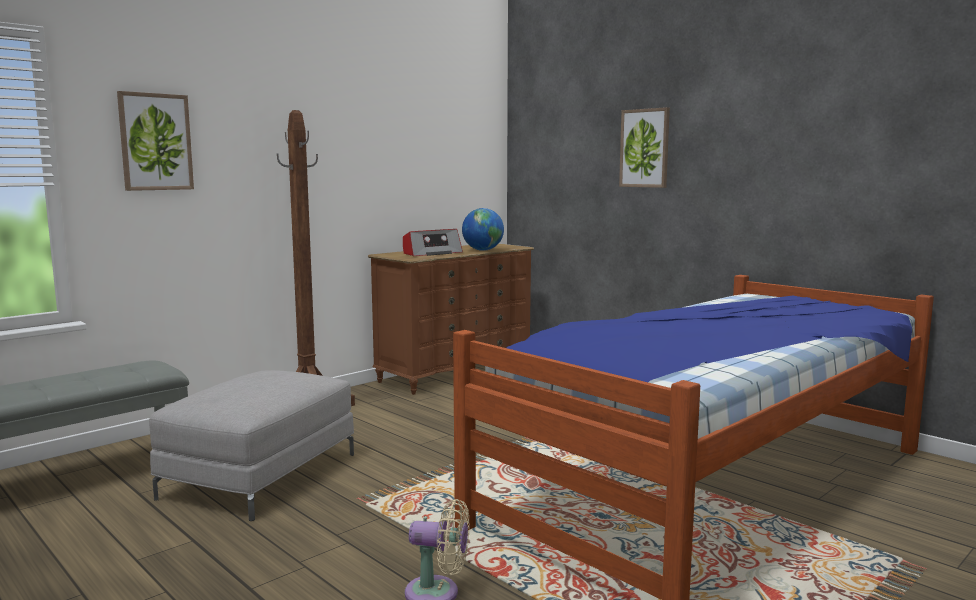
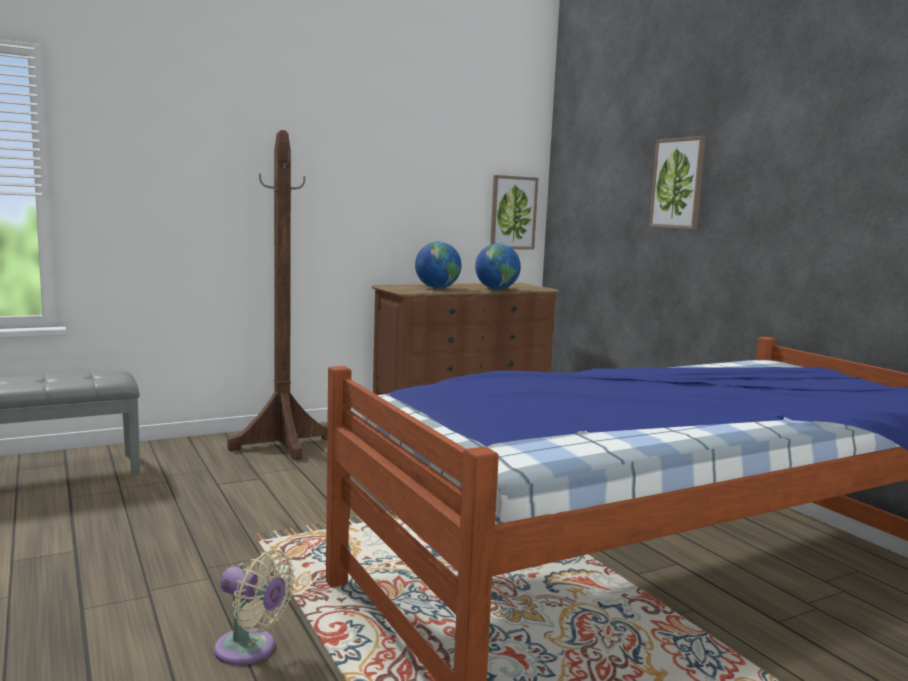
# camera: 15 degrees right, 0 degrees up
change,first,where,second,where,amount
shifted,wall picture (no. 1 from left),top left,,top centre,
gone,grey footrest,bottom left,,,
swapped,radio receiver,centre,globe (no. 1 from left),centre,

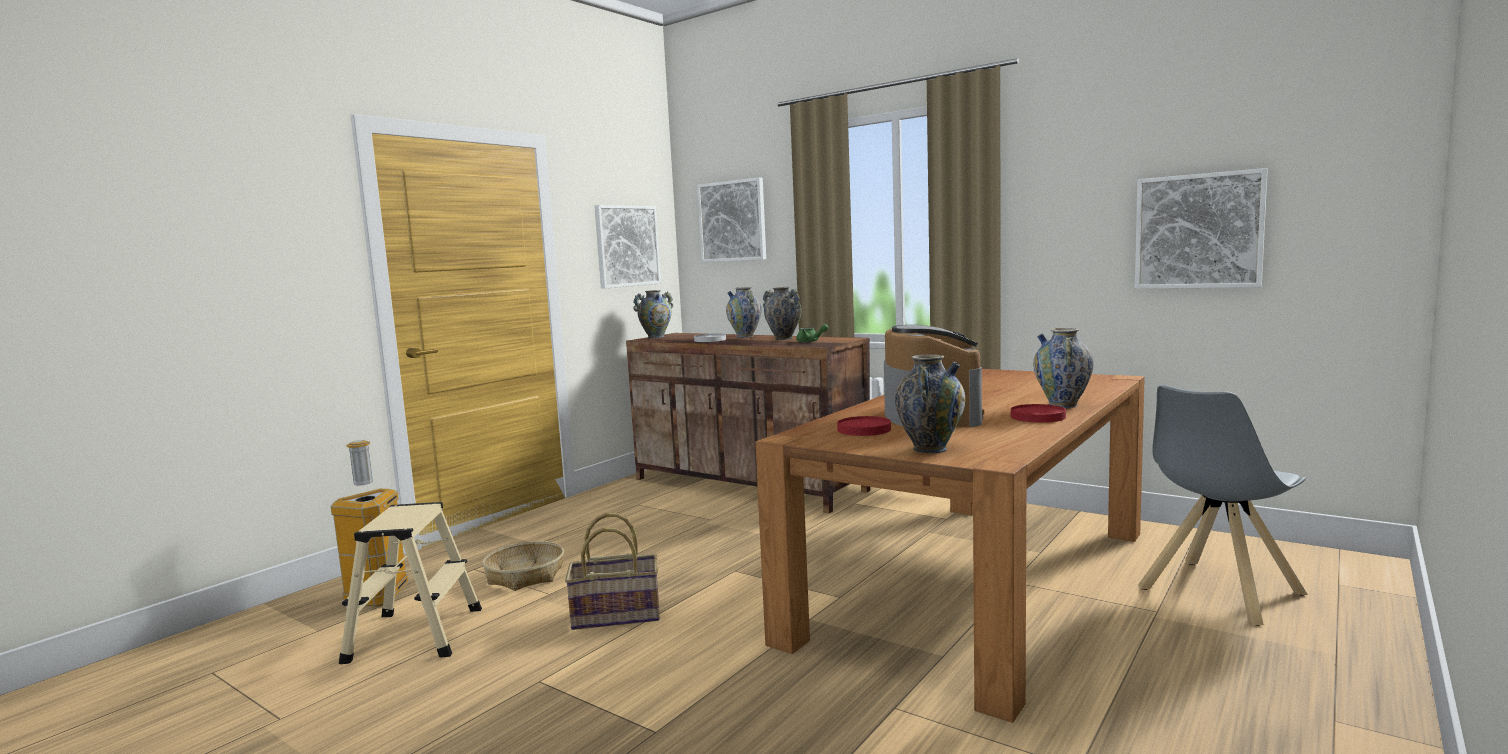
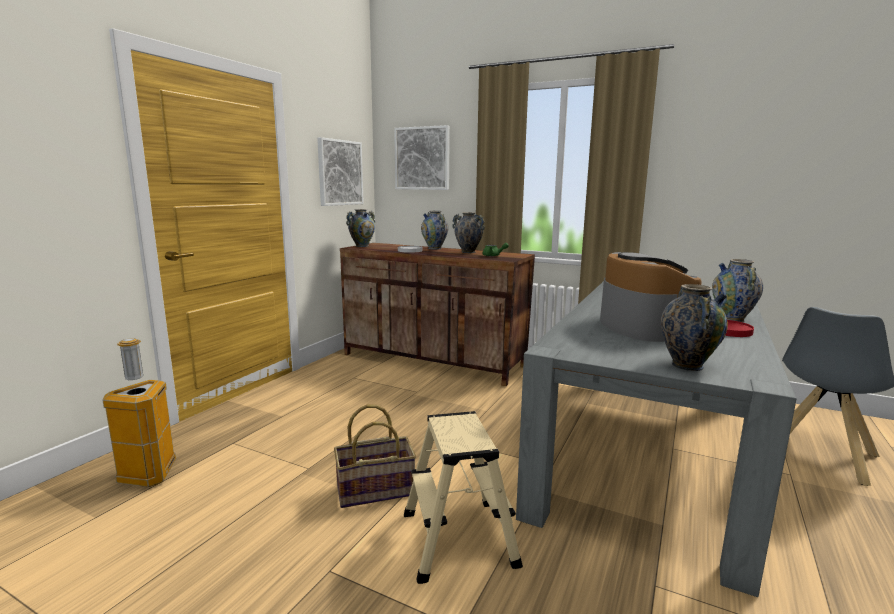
# camera: 10 degrees left, 5 degrees up
change,first,where,second,where,amount
shifted,beige step ladder,bottom left,,bottom centre,
gone,storage basket (no. 1 from left),bottom centre,,,
repainted,brownish dining table,bottom centre,grey dining table,bottom right,
gone,red flat dish (no. 1 from left),centre,,,
gone,wall picture (no. 3 from left),top right,,,

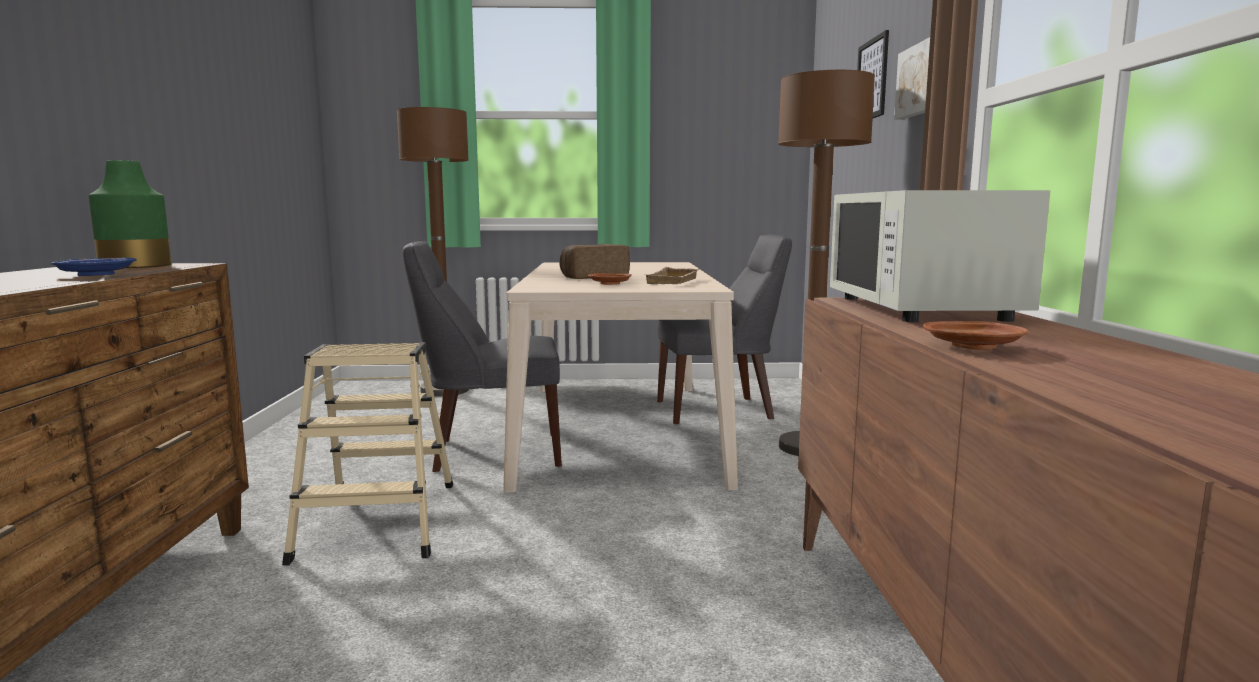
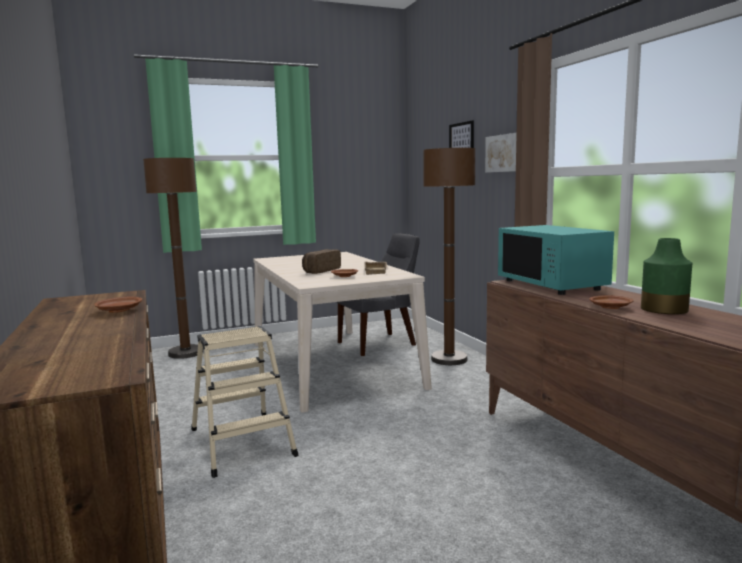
# camera: 20 degrees left, 0 degrees up
change,first,where,second,where,amount
repainted,blue-coloured flat dish,middle left,brownish flat dish (no. 1 from left),middle left,
shifted,green-coloured vase,top left,,middle right,
gone,grey upright chair (no. 1 from left),centre,,,
repainted,white-coloured kitchen microwave,middle right,blue-green kitchen microwave,middle right,

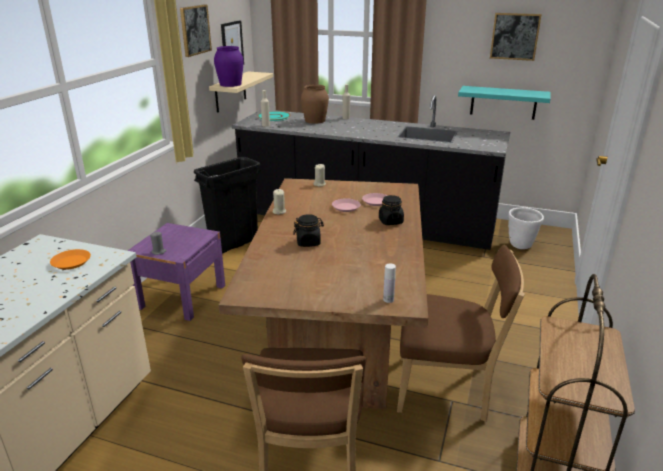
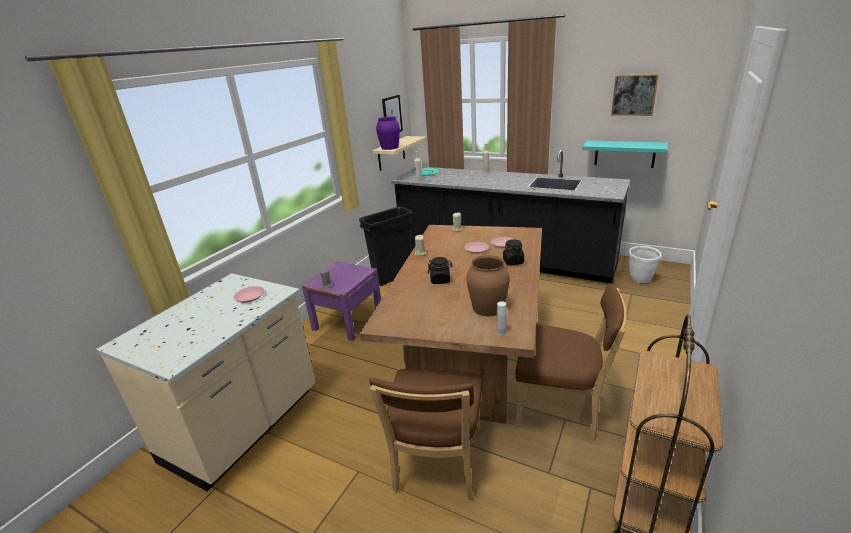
# camera: 10 degrees right, 0 degrees up
change,first,where,second,where,amount
repainted,orange flat dish,middle left,pink-coloured flat dish (no. 1 from left),middle left,
gone,wall picture (no. 1 from left),top left,,,
shifted,brownish vase,top centre,,centre,

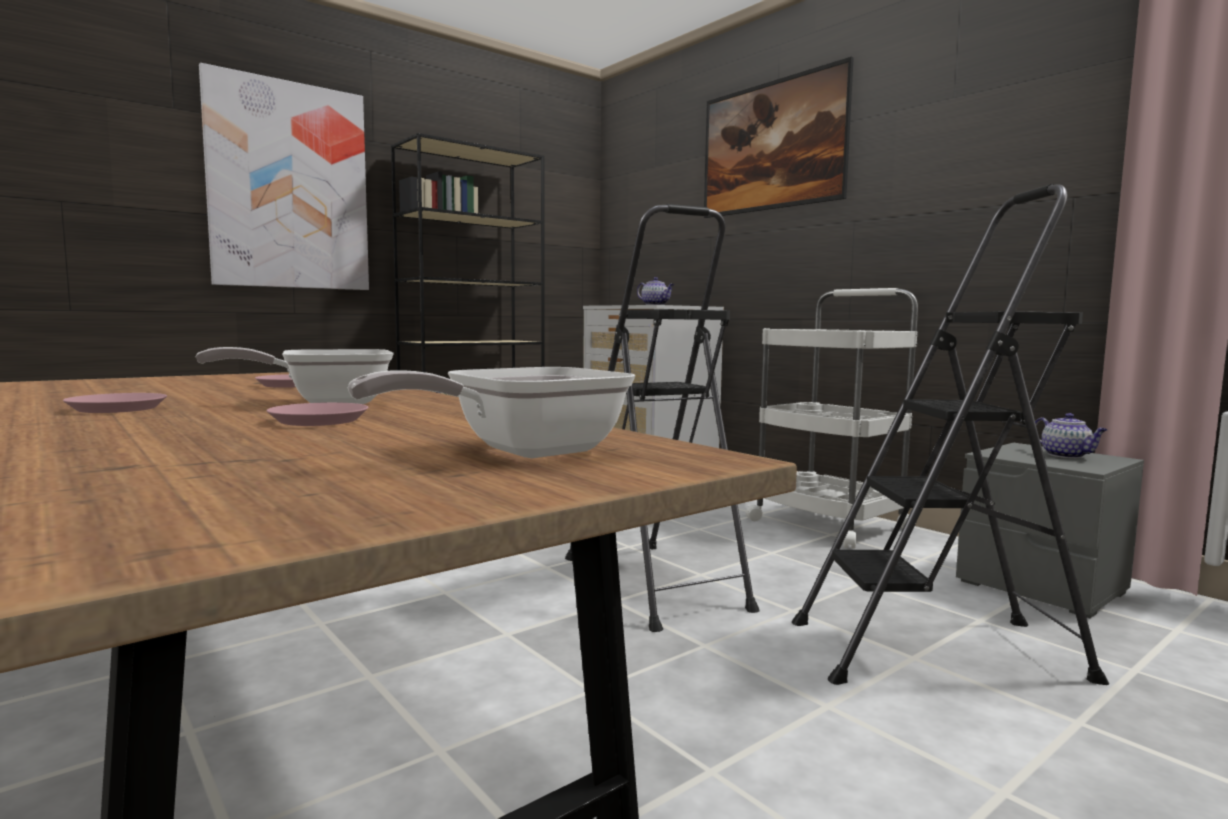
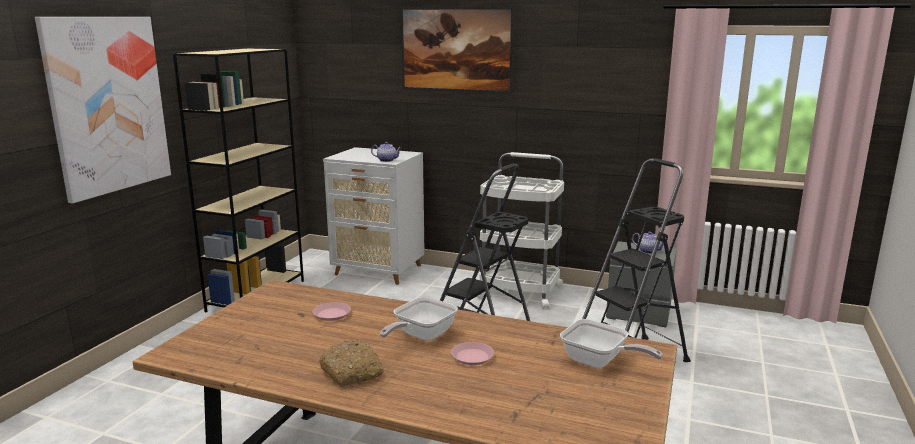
# camera: 30 degrees left, 10 degrees up
change,first,where,second,where,amount
swapped,pink-coloured flat dish (no. 1 from left),middle left,bakery bread,bottom centre,
rotated,pan (no. 2 from left),centre,,bottom right,75 degrees counterclockwise

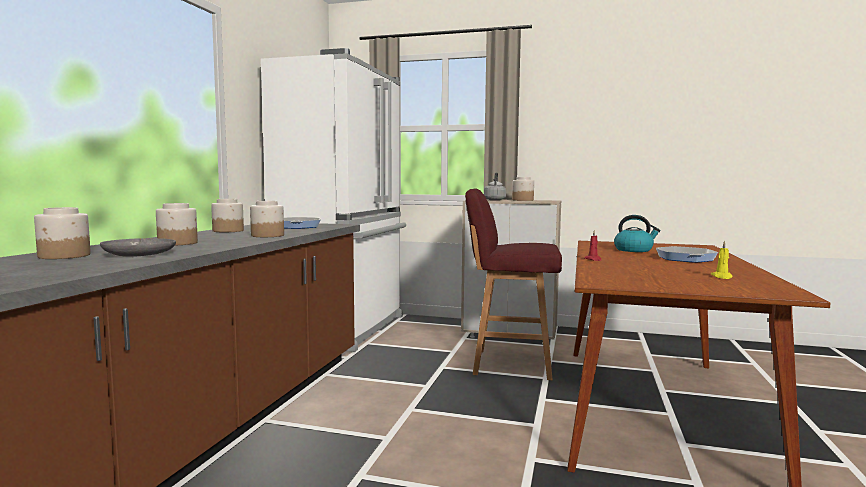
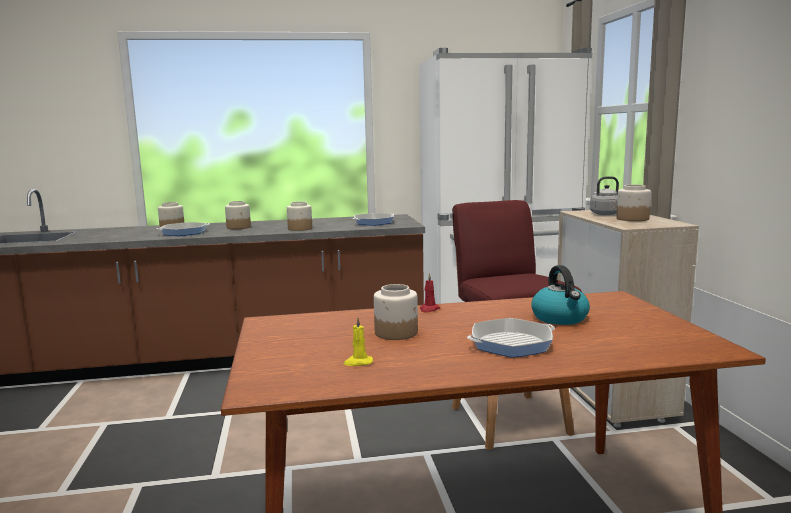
# camera: 65 degrees right, 5 degrees up
change,first,where,second,where,amount
swapped,grey flat dish,middle left,pan (no. 1 from left),middle left,
shifted,preserve jar (no. 3 from left in the first image),middle left,preserve jar (no. 4 from left),centre,

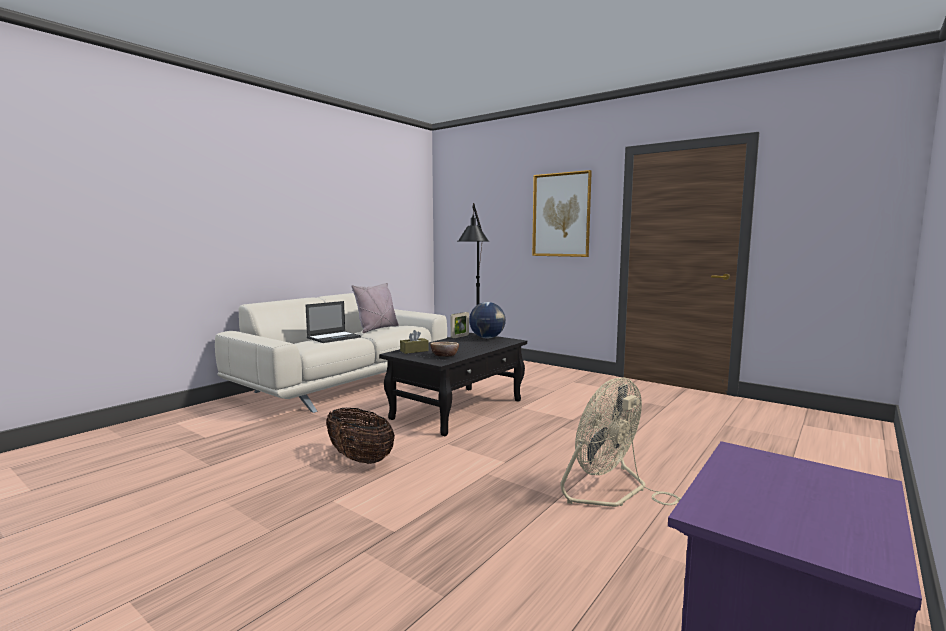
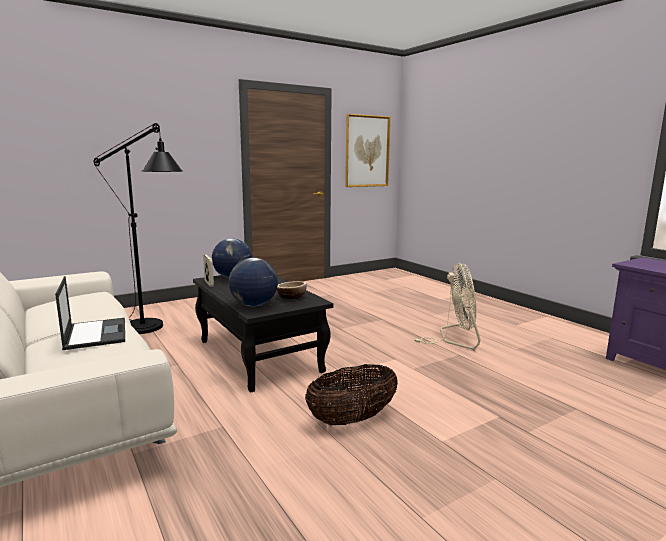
# camera: 70 degrees left, 5 degrees up
change,first,where,second,where,amount
gone,purplish pillow,centre,,,
swapped,brownish tissue holder,centre,globe (no. 2 from left),centre,
shifted,wall picture,centre,,top centre,
rotated,beige fan,bottom centre,,middle right,150 degrees counterclockwise

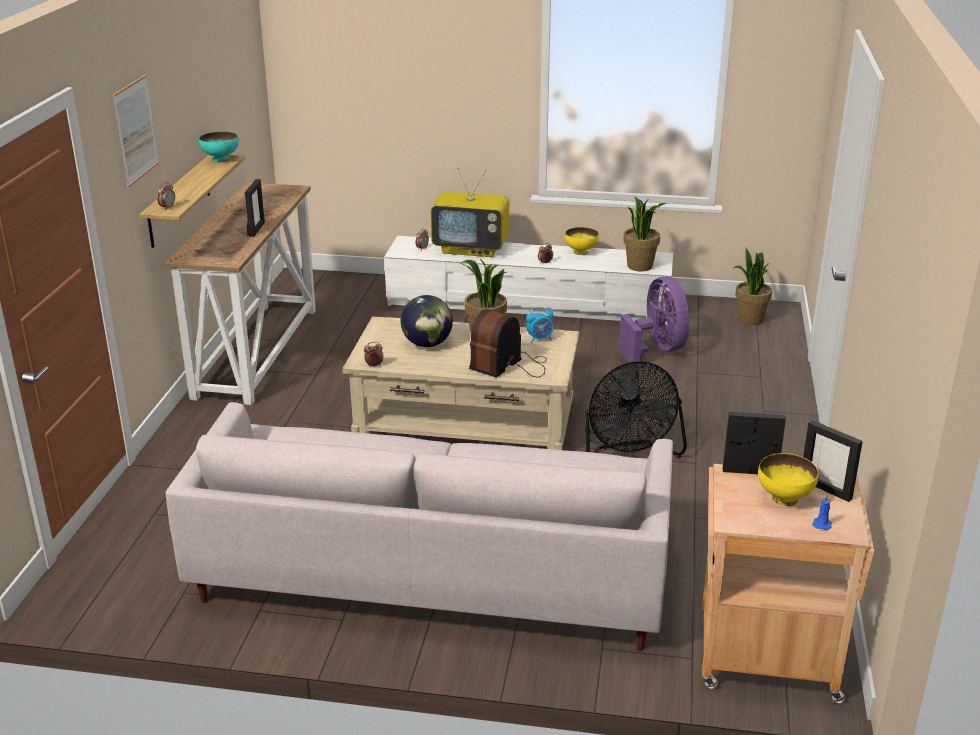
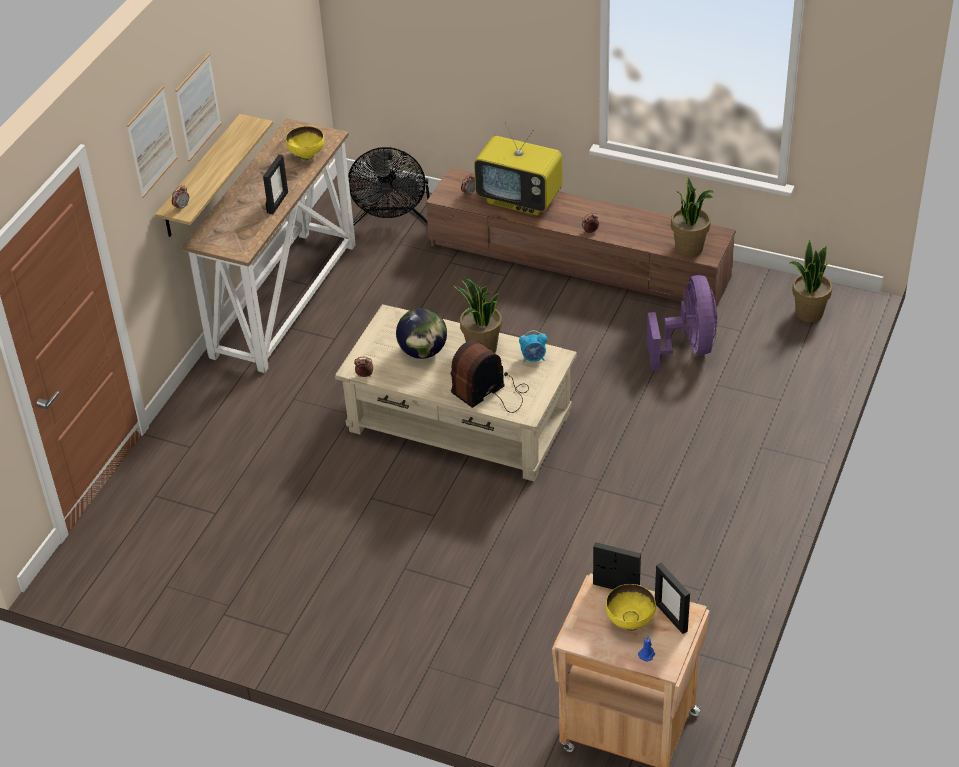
# camera: 15 degrees right, 15 degrees up
change,first,where,second,where,amount
gone,white-coloured sofa,bottom centre,,,
gone,blue-green bowl,top left,,,
repainted,white-coloured tv stand,centre,brownish tv stand,top centre,
shifted,yellow-coloured bowl (no. 1 from left),top centre,,top left,
shifted,black-coloured fan,centre,,top centre,
new,,,wall picture (no. 2 from left),top left,

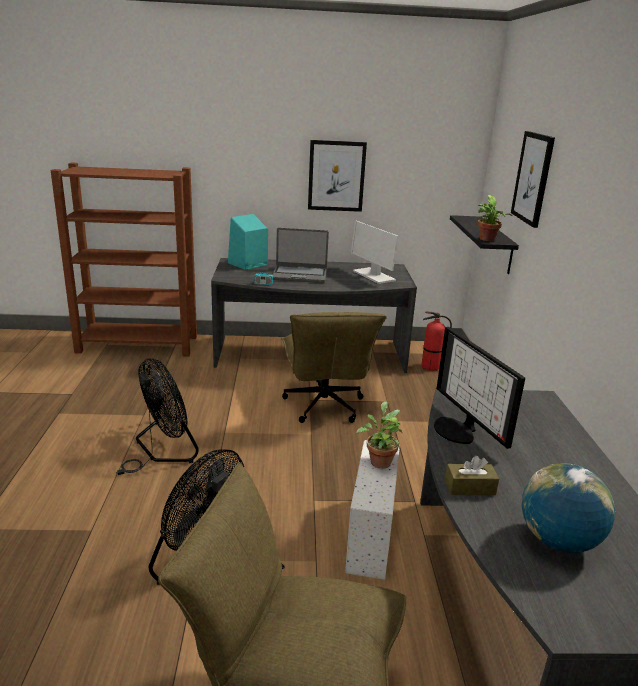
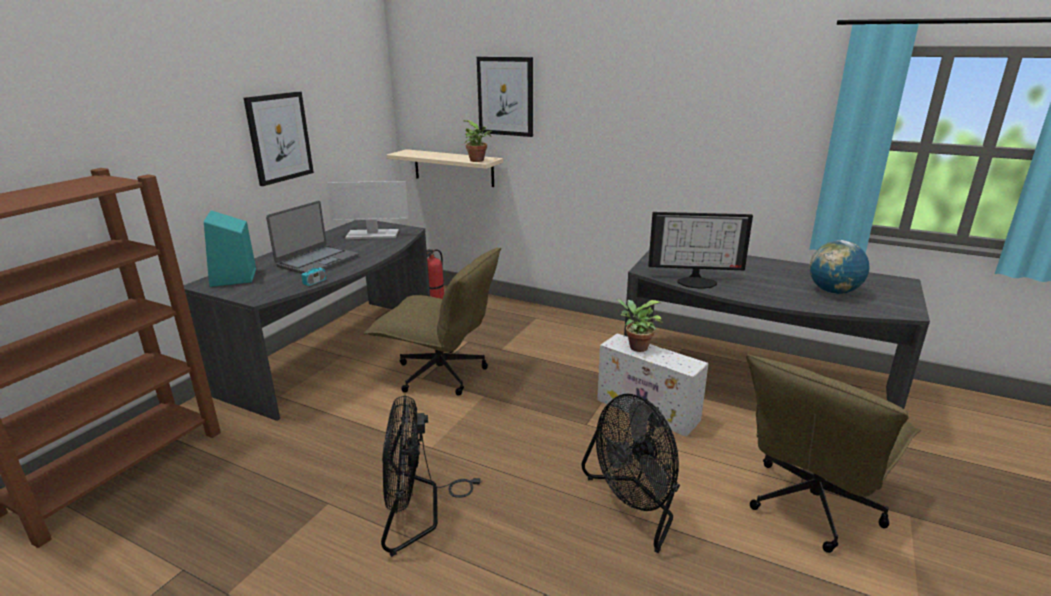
# camera: 60 degrees left, 0 degrees up
change,first,where,second,where,amount
rotated,black-coloured fan (no. 1 from left),middle left,,bottom centre,90 degrees counterclockwise
gone,brownish tissue holder,bottom right,,,
repainted,black-coloured wall shelf,middle right,beige wall shelf,top centre,

